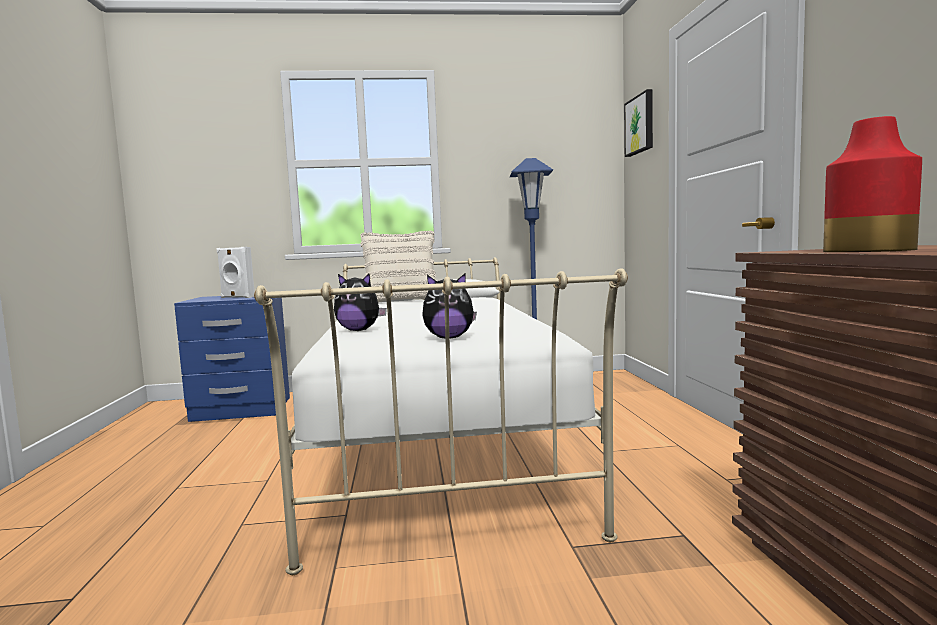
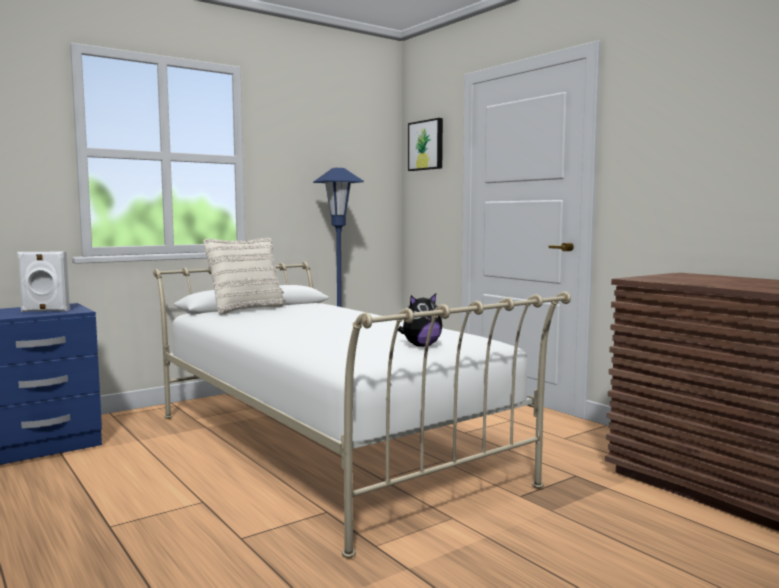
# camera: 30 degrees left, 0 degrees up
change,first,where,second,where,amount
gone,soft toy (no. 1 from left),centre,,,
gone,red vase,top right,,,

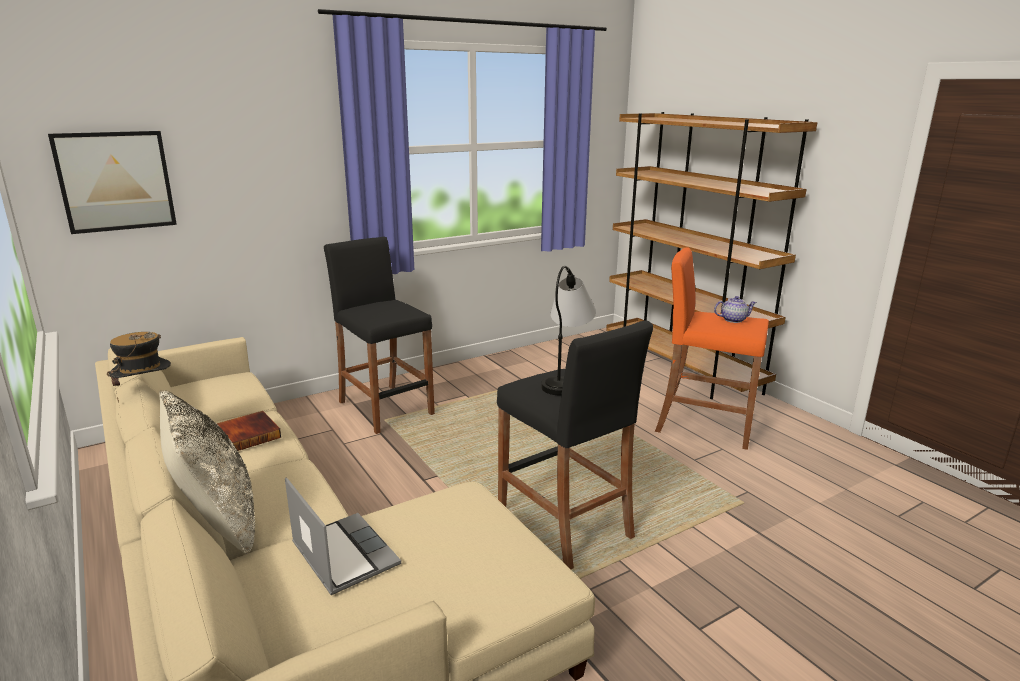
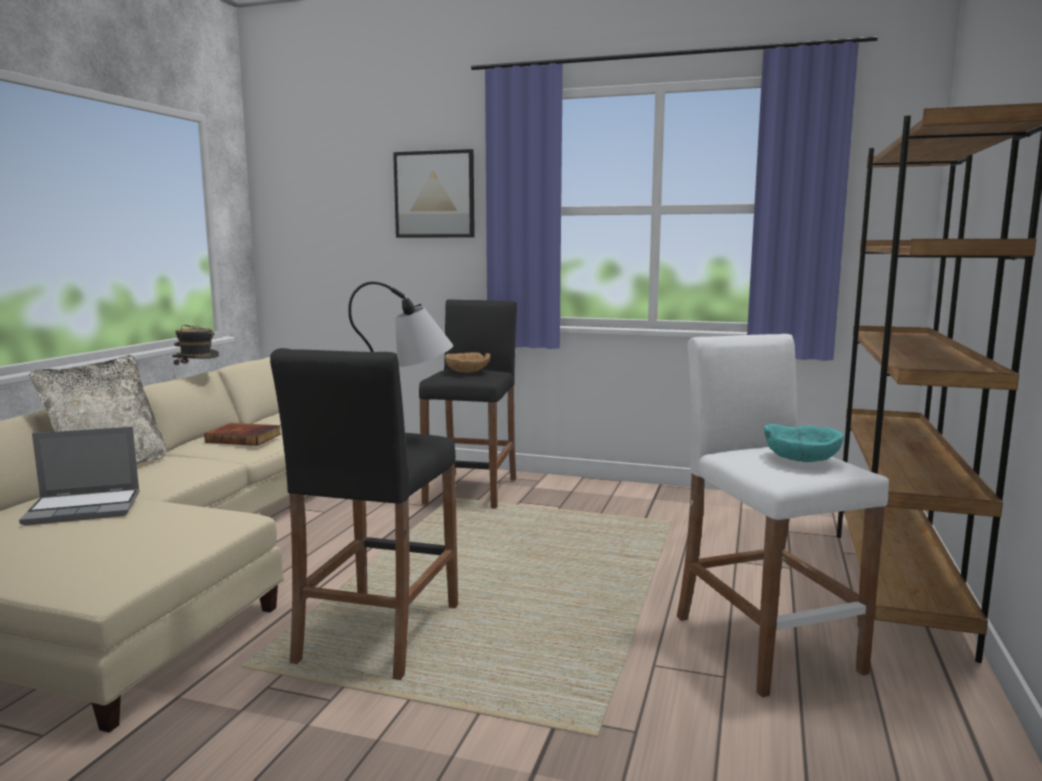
# camera: 50 degrees right, 10 degrees down
change,first,where,second,where,amount
shifted,wall picture,top left,,top centre,
rotated,laptop,bottom centre,,middle left,60 degrees clockwise
repainted,orange stool,middle right,white-coloured stool,middle right,
swapped,tea pot,middle right,blue-green bowl,middle right,
new,,,brownish bowl,centre,

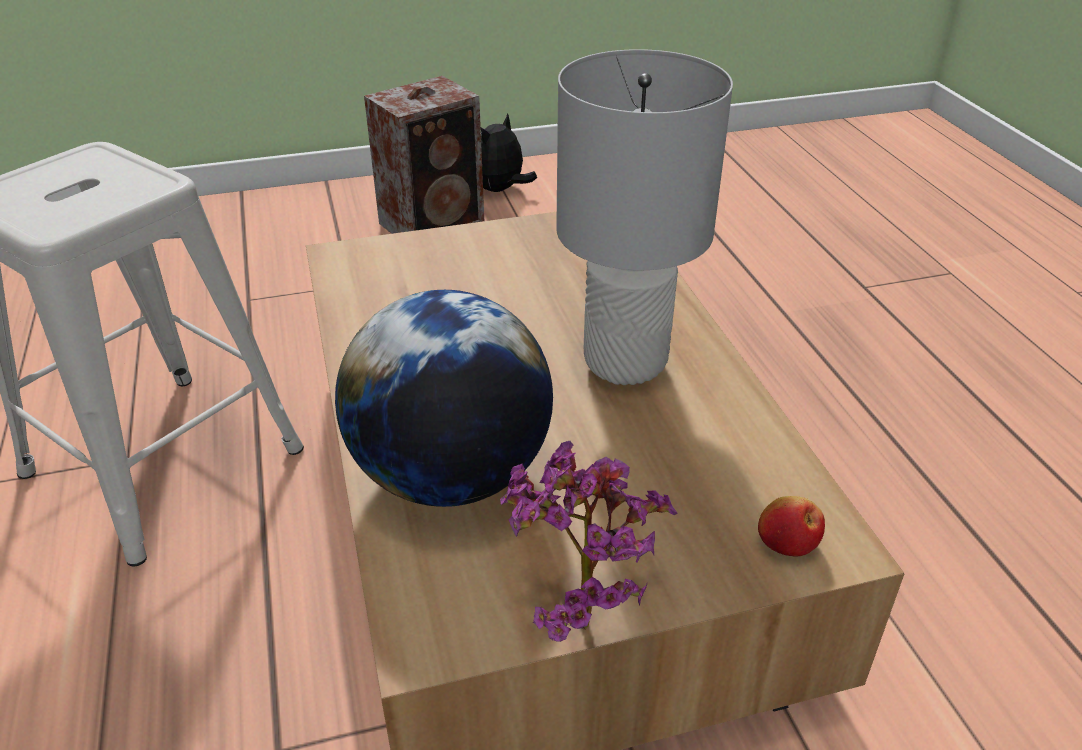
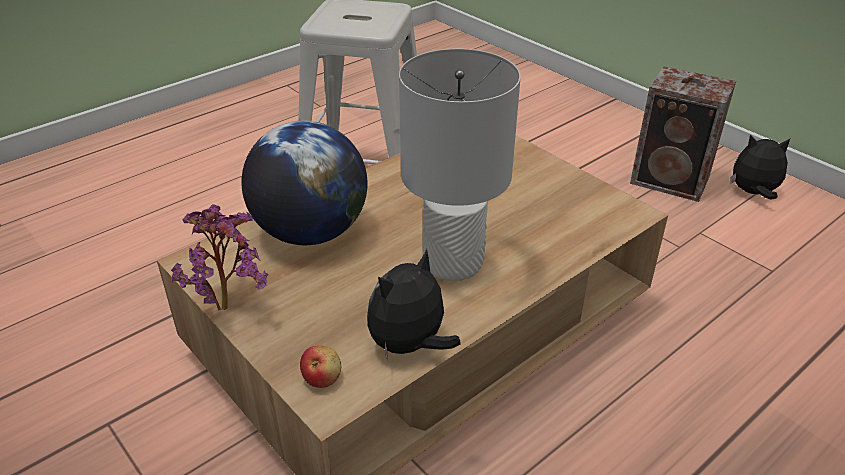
# camera: 65 degrees right, 0 degrees up
change,first,where,second,where,amount
new,,,soft toy (no. 1 from left),centre,

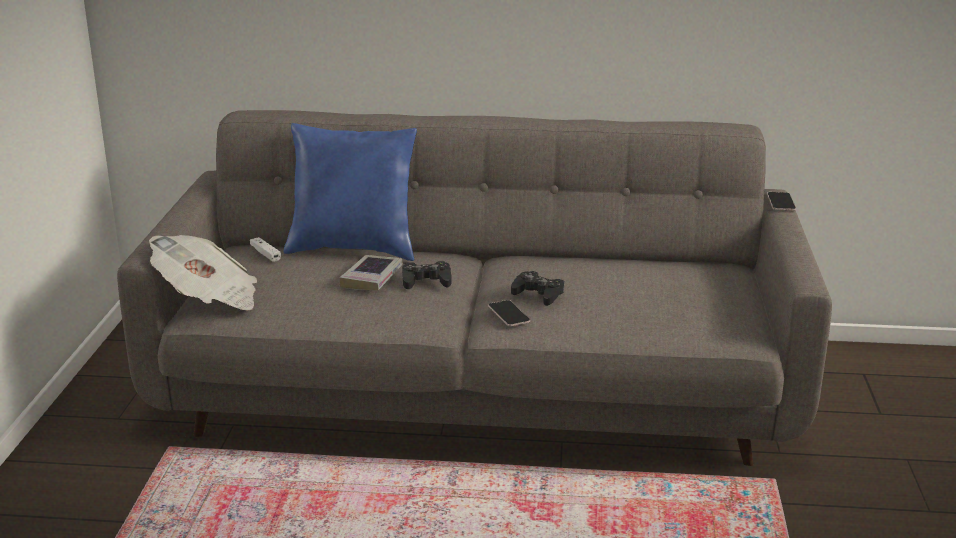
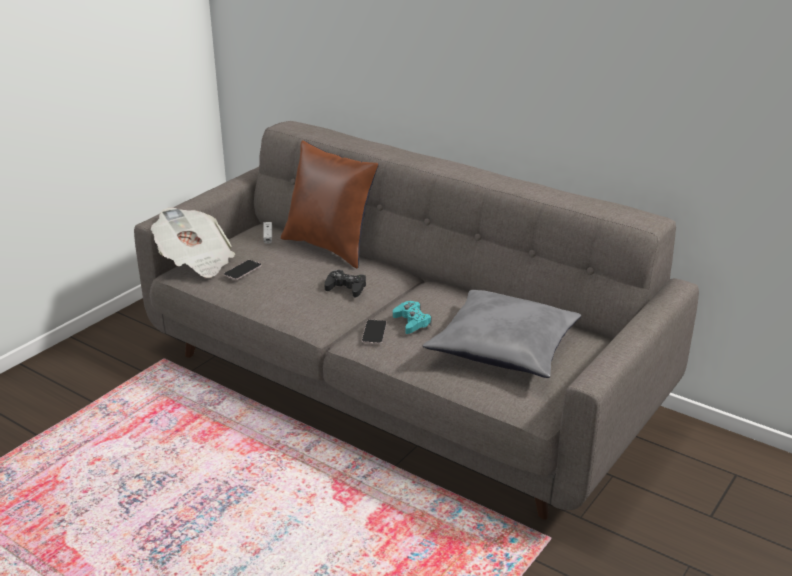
# camera: 30 degrees right, 5 degrees up
change,first,where,second,where,amount
repainted,blue-coloured pillow,centre,brownish pillow,centre,
gone,book,centre,,,
repainted,black-coloured gamepad (no. 2 from left),centre,blue-green gamepad,centre,
shifted,handset (no. 2 from left in the first image),middle right,handset (no. 1 from left),middle left,
new,,,grey pillow,centre,

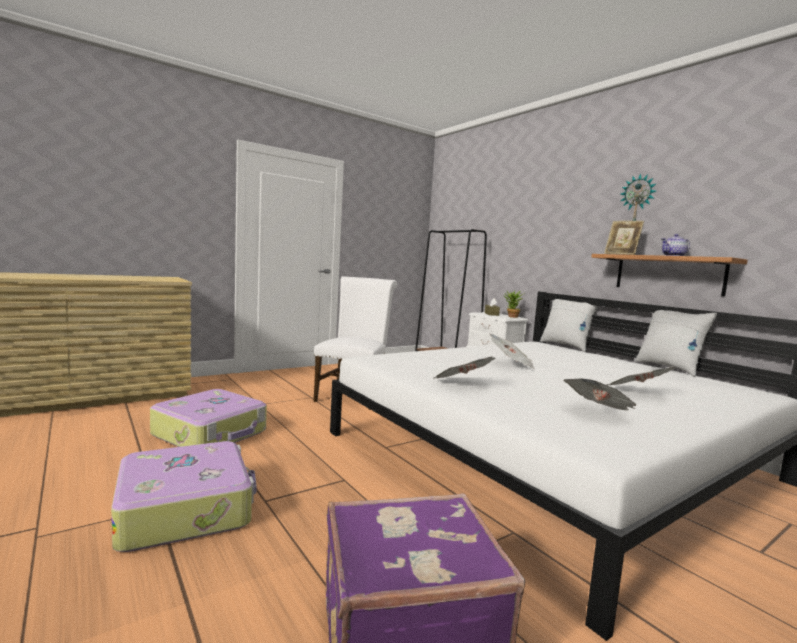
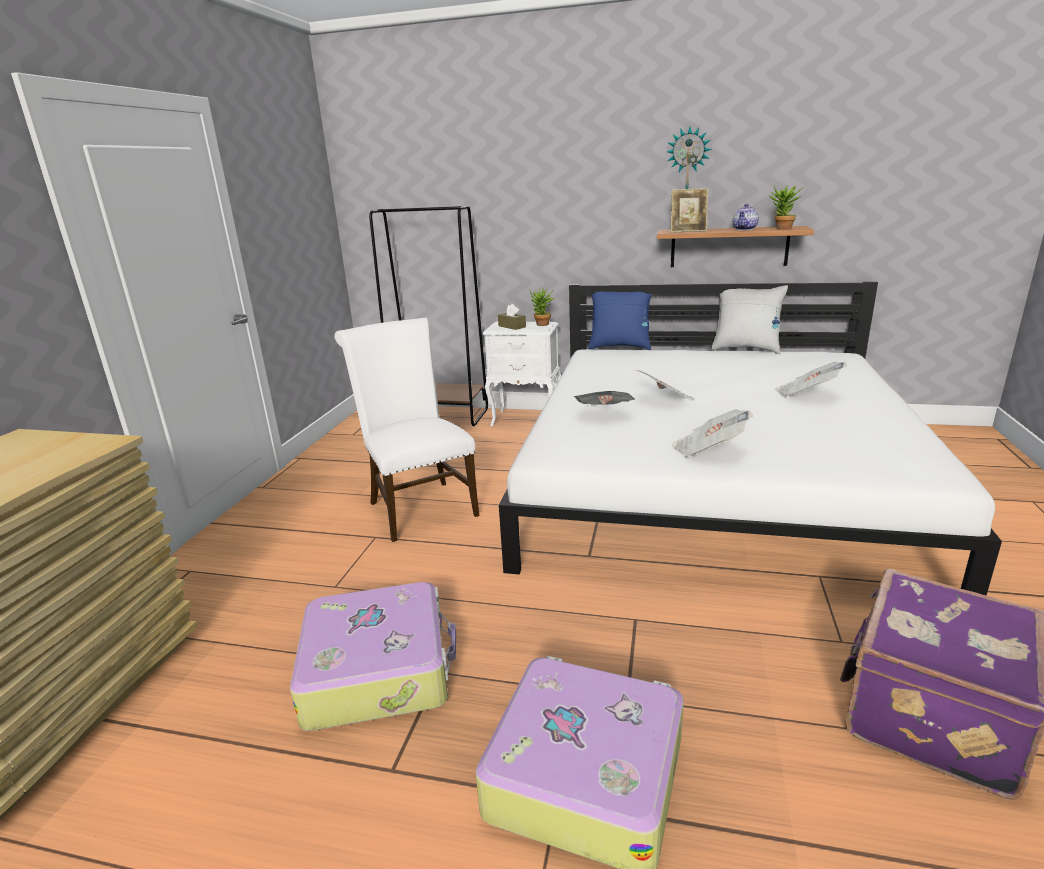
# camera: 40 degrees left, 15 degrees up
change,first,where,second,where,amount
repainted,grey pillow (no. 1 from left),middle right,blue-coloured pillow,centre,
shifted,newspaper (no. 3 from left in the first image),middle right,newspaper (no. 1 from left),centre,
new,,,houseplant (no. 2 from left),top right,

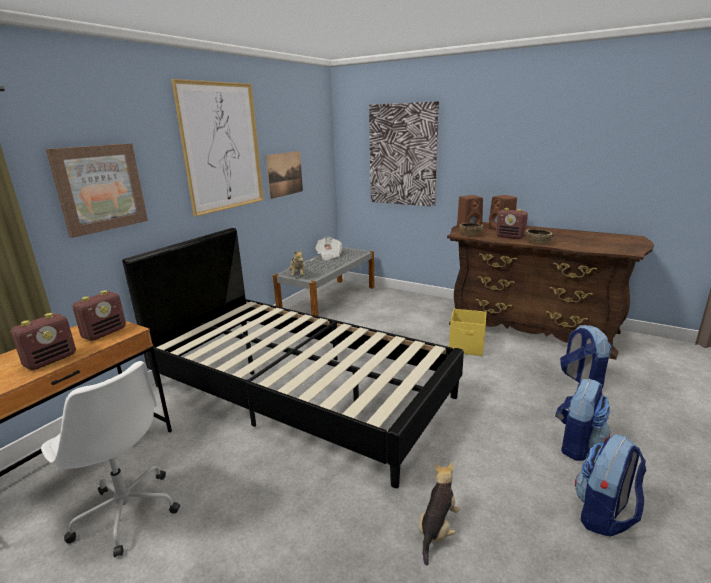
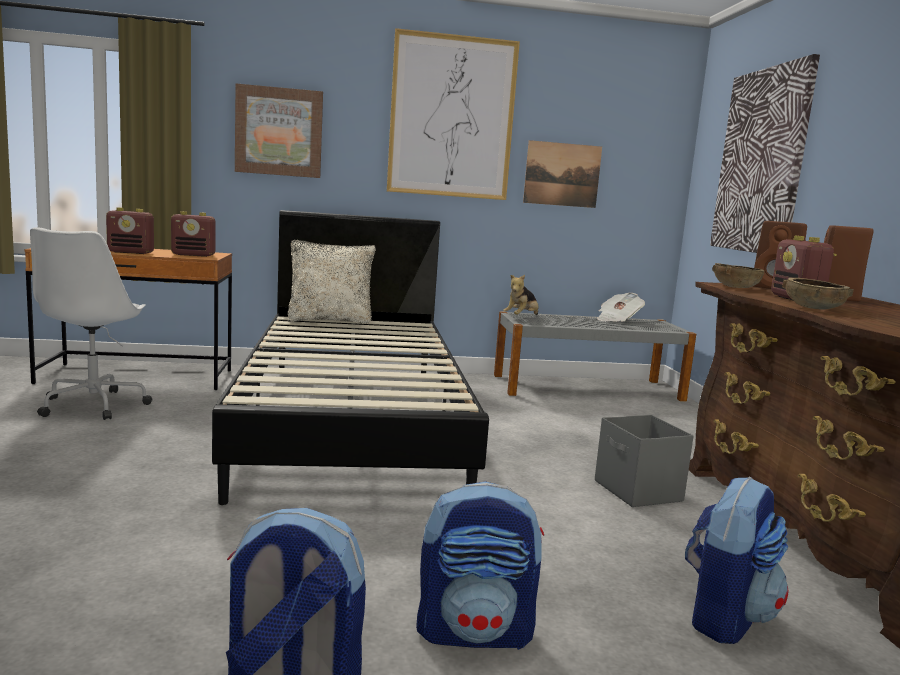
# camera: 50 degrees right, 10 degrees down
change,first,where,second,where,amount
gone,soft toy (no. 2 from left),bottom centre,,,
repainted,yellow-coloured storage bin,centre,grey storage bin,bottom right,
new,,,beige pillow,centre,

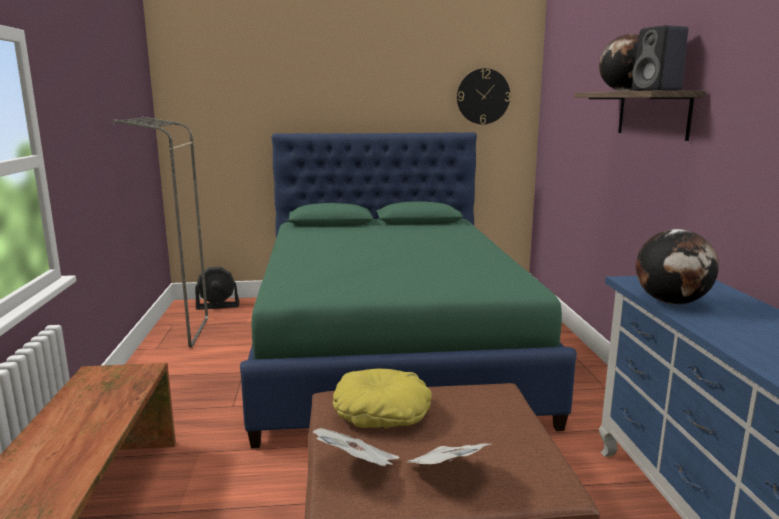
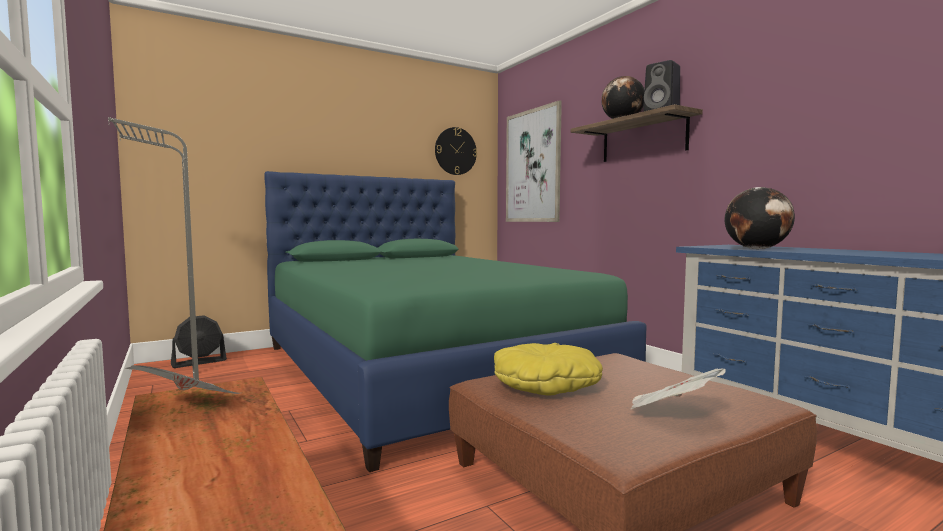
# camera: 25 degrees left, 10 degrees down
change,first,where,second,where,amount
shifted,newspaper (no. 1 from left),bottom centre,,bottom left,
new,,,wall picture,top centre,

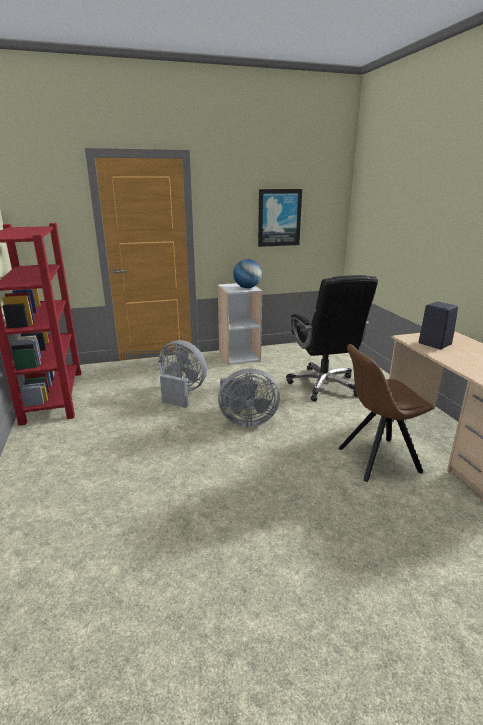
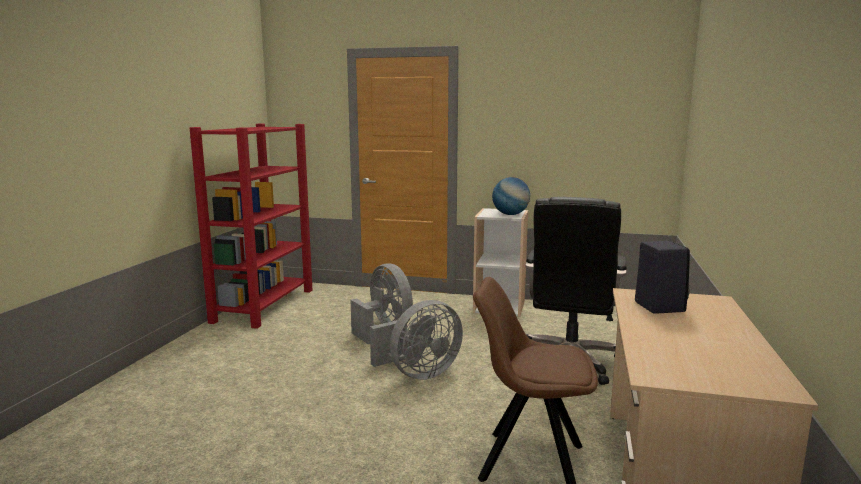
# camera: 30 degrees right, 10 degrees down
change,first,where,second,where,amount
rotated,grey fan (no. 2 from left),centre,,bottom centre,60 degrees counterclockwise
gone,wall picture,top centre,,,

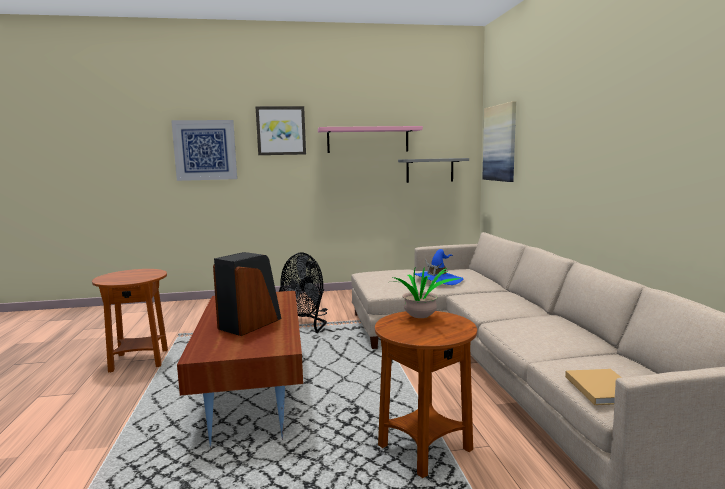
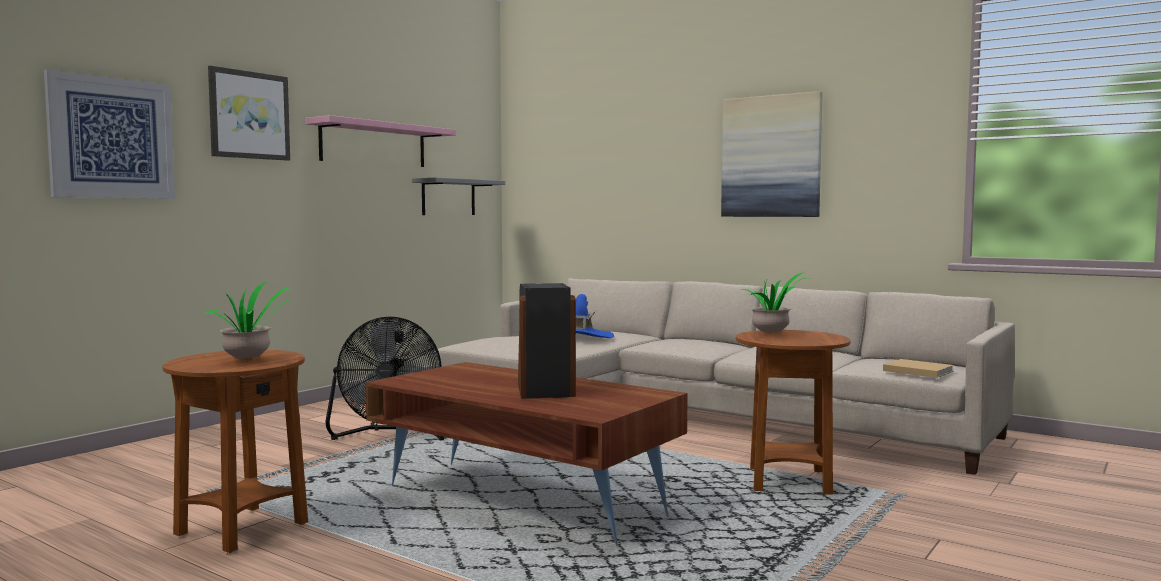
# camera: 45 degrees left, 5 degrees down
change,first,where,second,where,amount
shifted,wall picture (no. 3 from left),top right,,top centre,
new,,,houseplant (no. 1 from left),middle left,

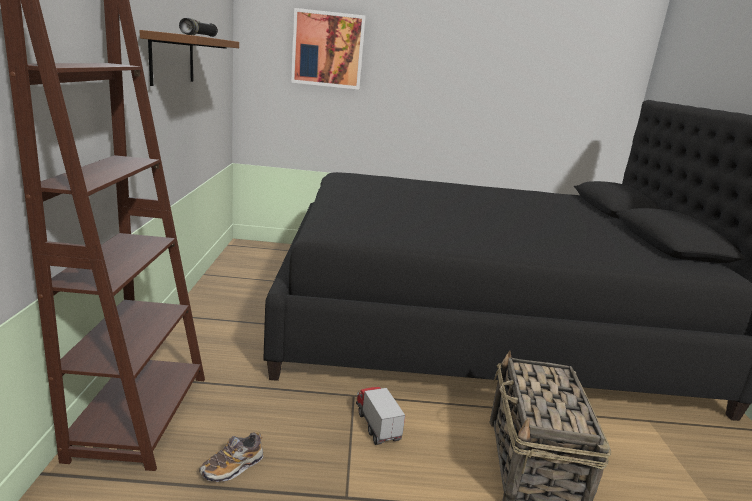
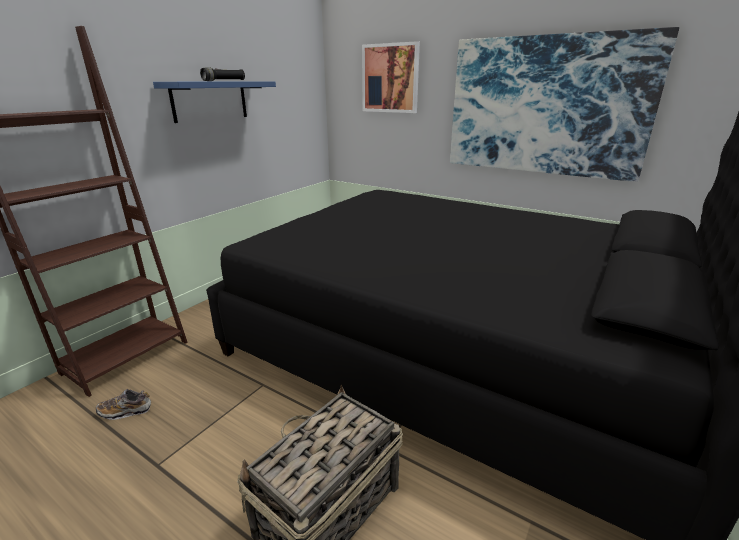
# camera: 35 degrees right, 5 degrees up
change,first,where,second,where,amount
repainted,brownish wall shelf,top left,blue-coloured wall shelf,top left,
gone,toy lorry,bottom centre,,,
new,,,wall picture (no. 2 from left),top right,

